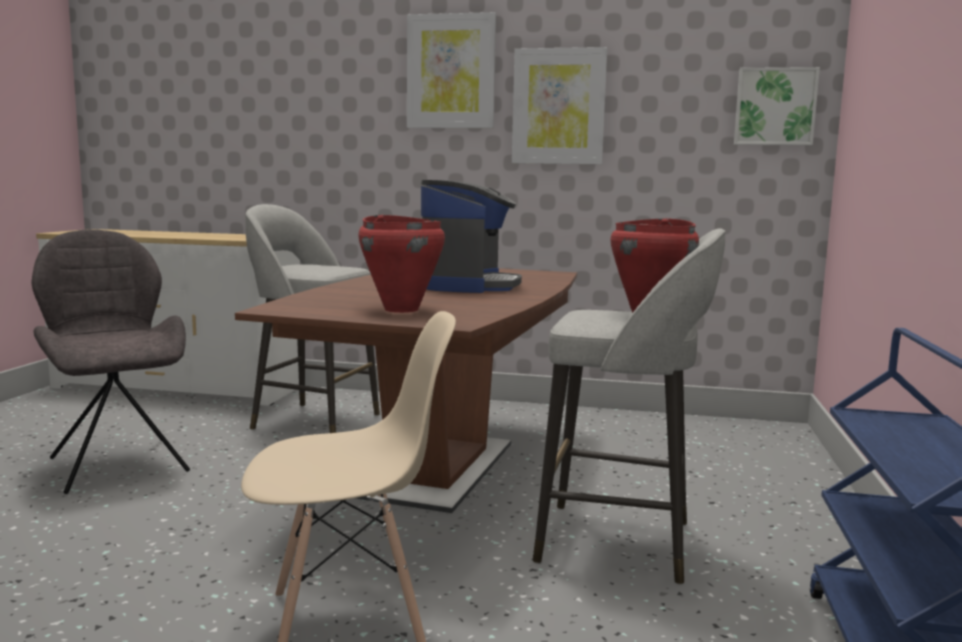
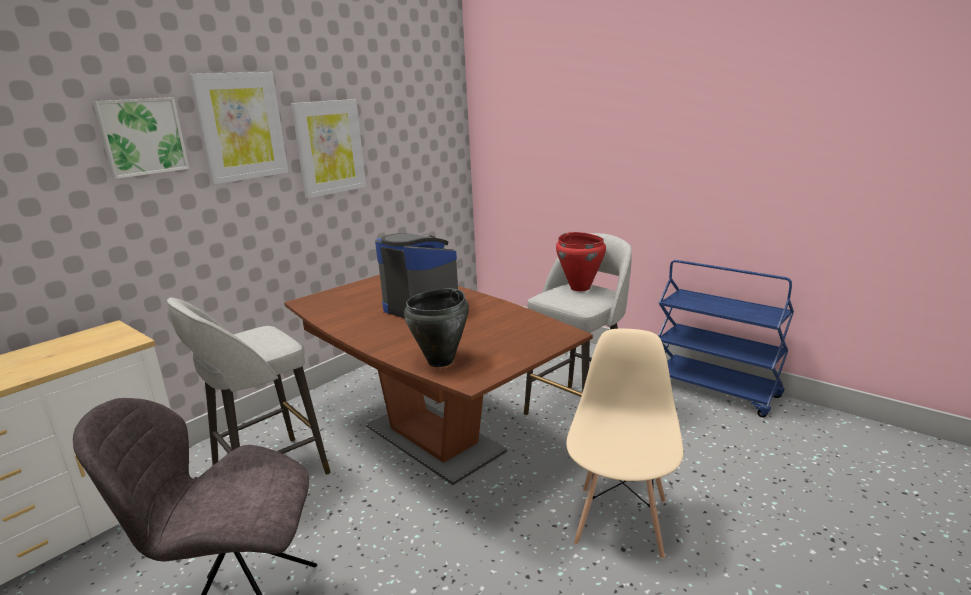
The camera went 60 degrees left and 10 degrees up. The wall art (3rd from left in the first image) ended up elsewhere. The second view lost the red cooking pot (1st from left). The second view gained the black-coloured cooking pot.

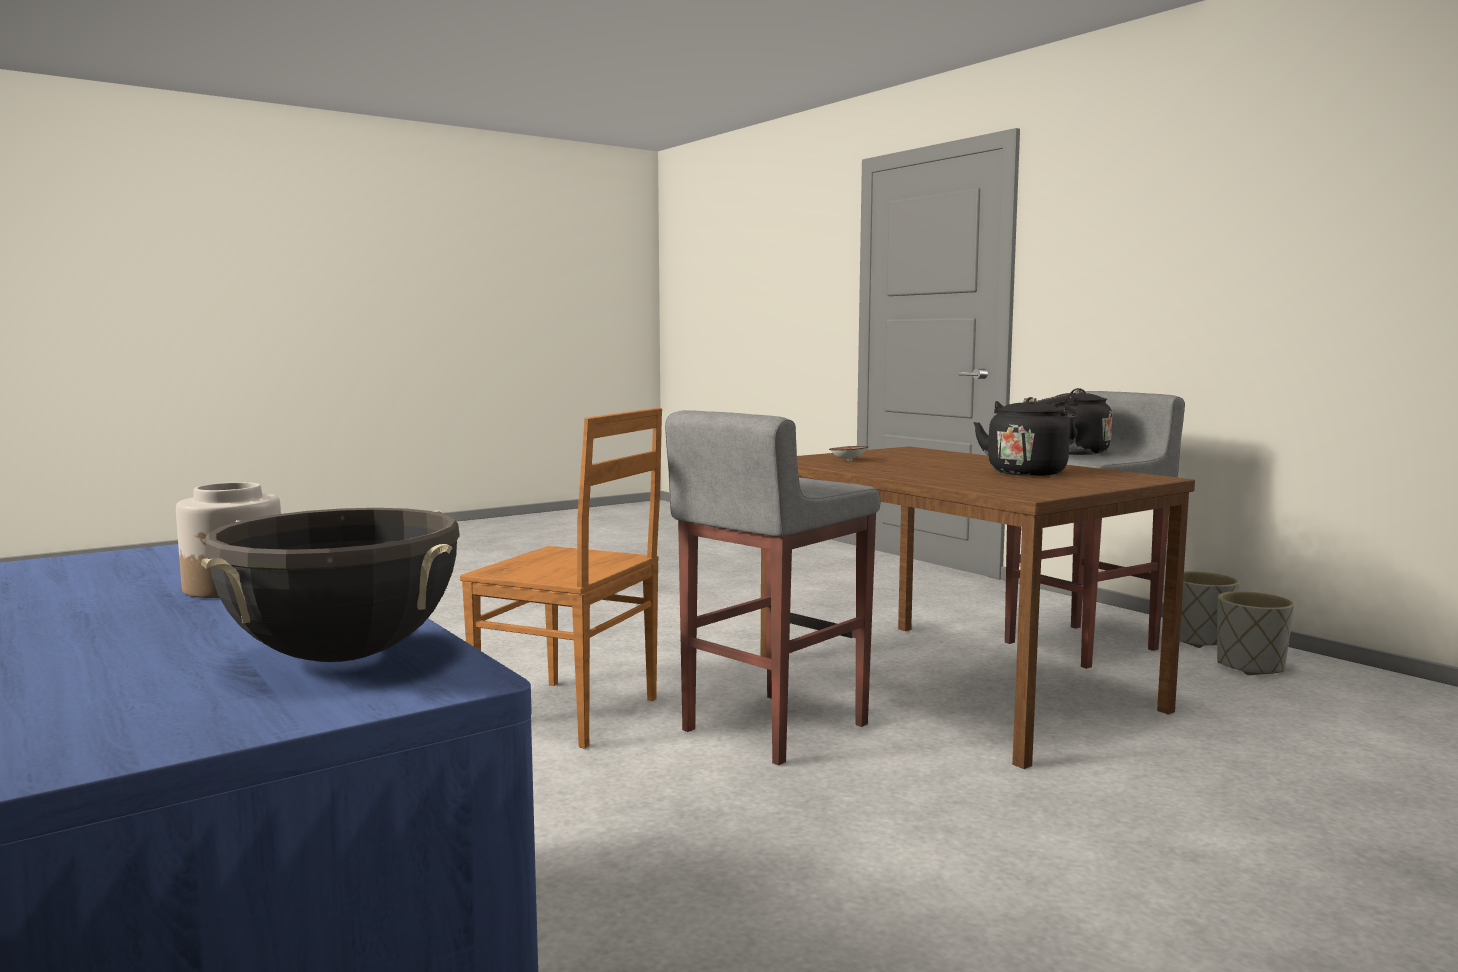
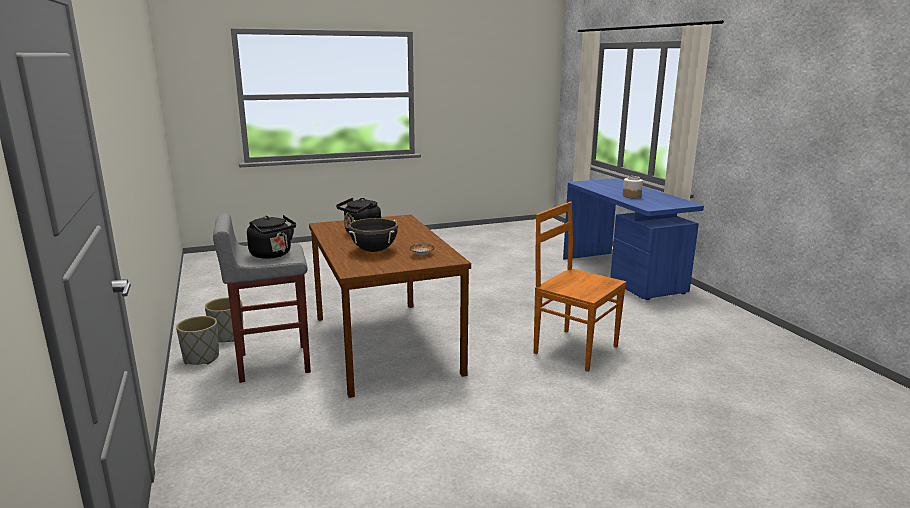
The camera went 165 degrees left and 10 degrees up. The second view lost the grey sitting stool (1st from left). The black-coloured cooking pot ended up elsewhere.

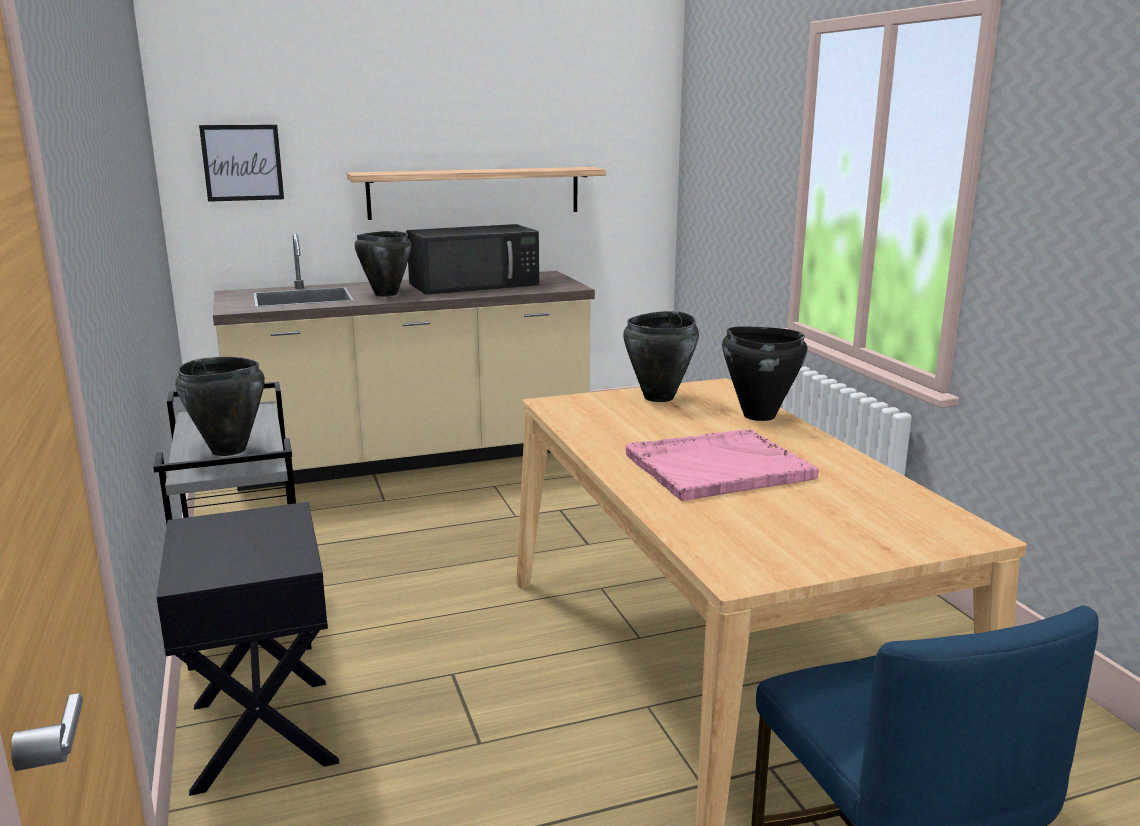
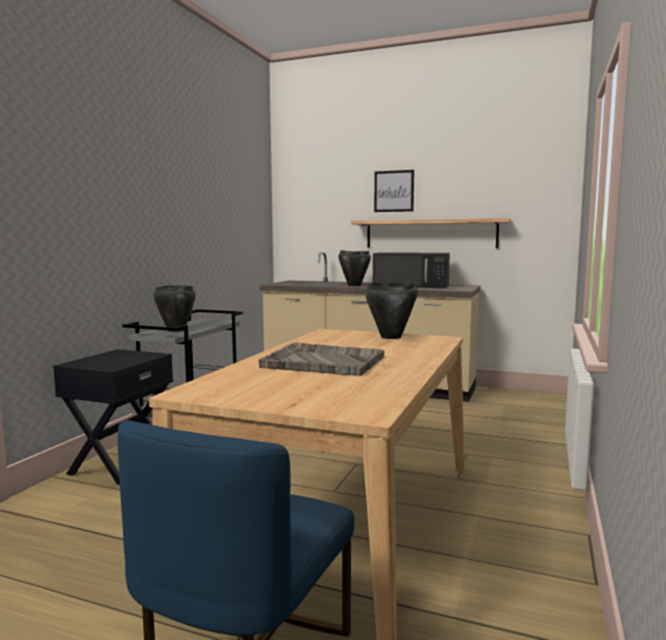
The camera went 40 degrees right and 10 degrees down. The wall art ended up elsewhere. The second view lost the black-coloured cooking pot (4th from left). What was the pinkish tray turned into the grey tray.

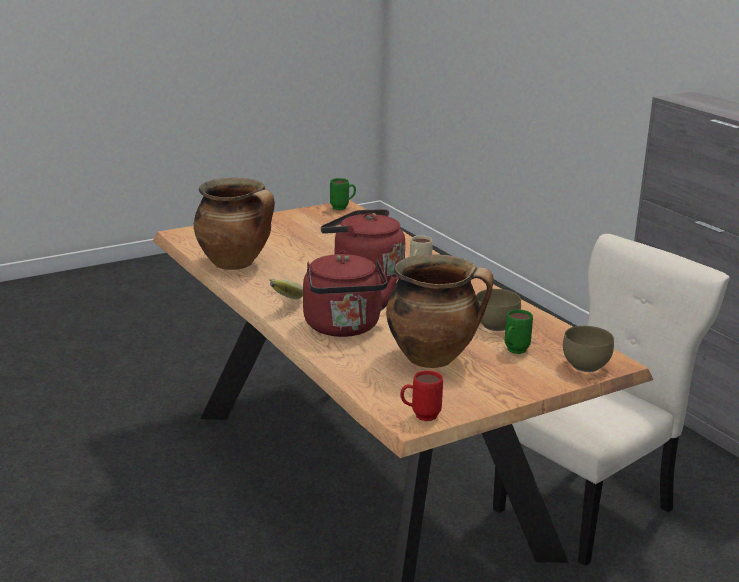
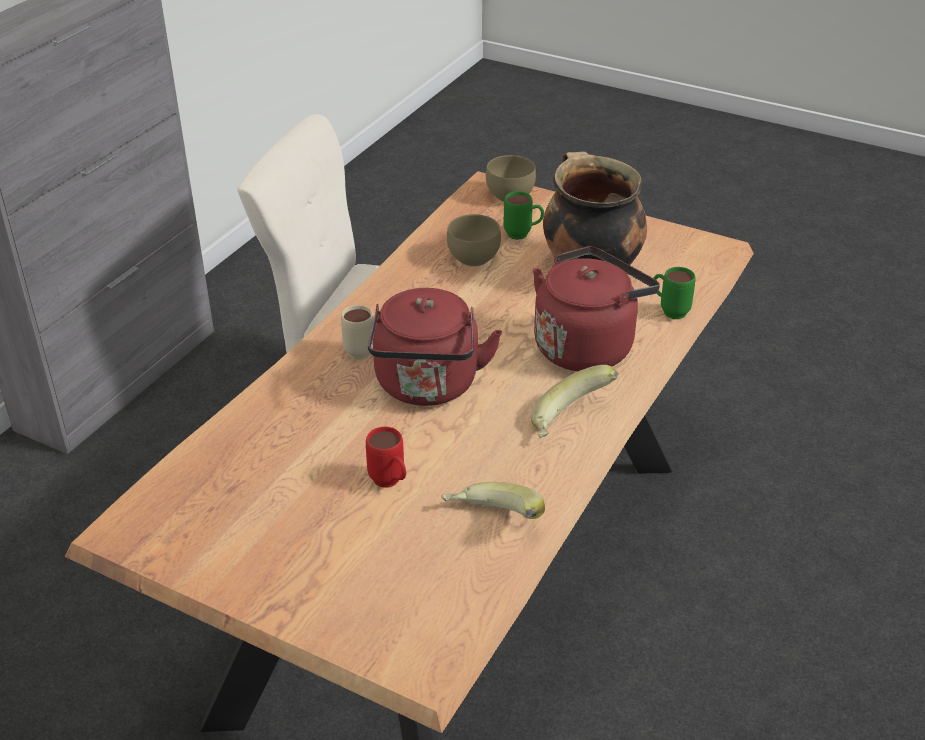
The camera went 120 degrees left and 15 degrees up. Where the cooking pot (1st from left) stood, the banana fruit (1st from left) came to stand. The greenish mug (1st from left in the first image) ended up elsewhere. The red mug ended up elsewhere.

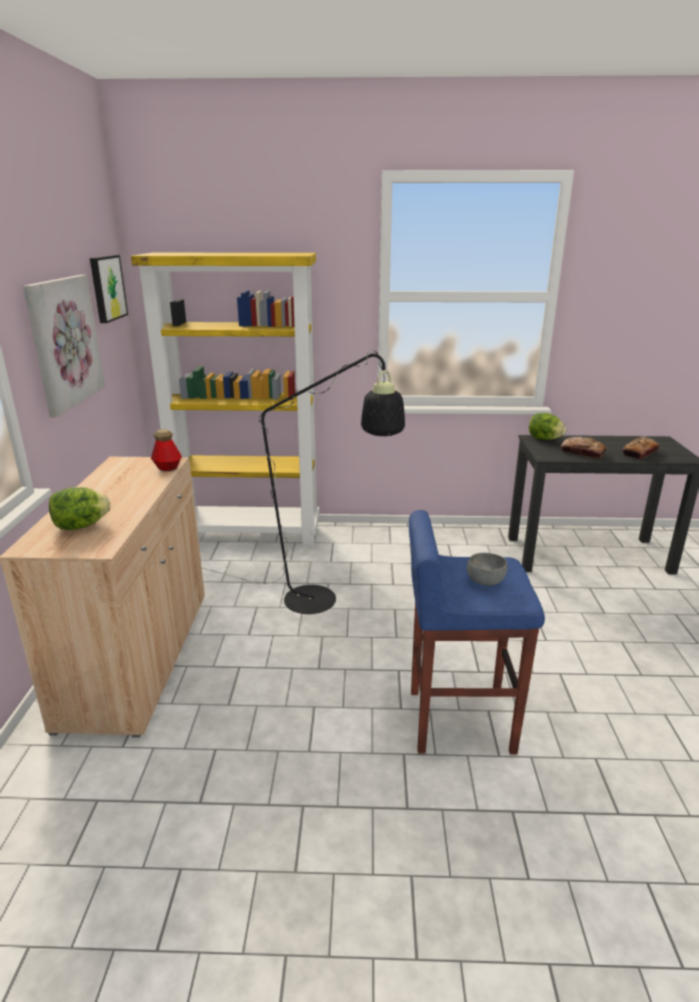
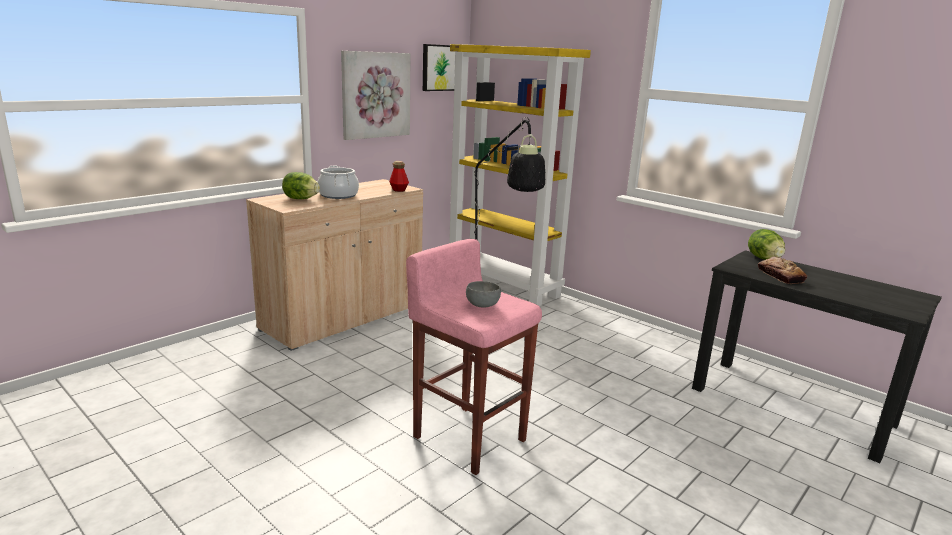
The camera went 40 degrees right and 5 degrees down. The second view lost the bakery bread (2nd from left). What was the blue-coloured sitting stool turned into the pinkish sitting stool. The second view gained the cooking pot.

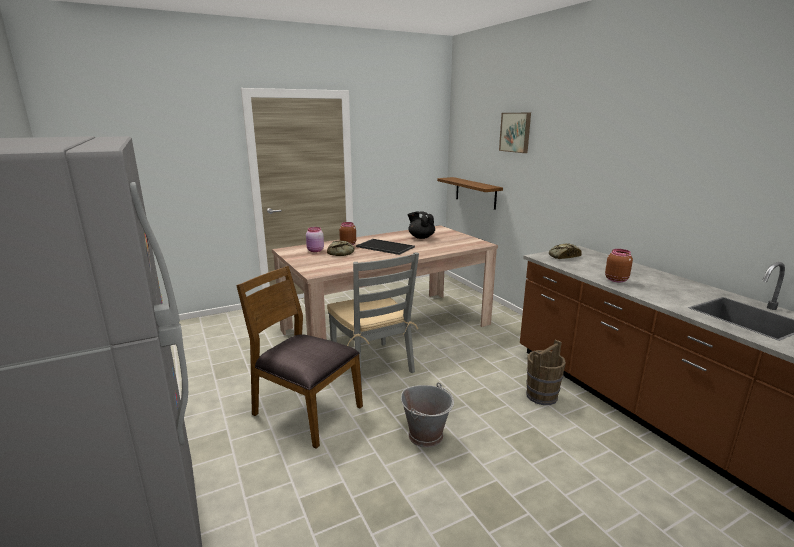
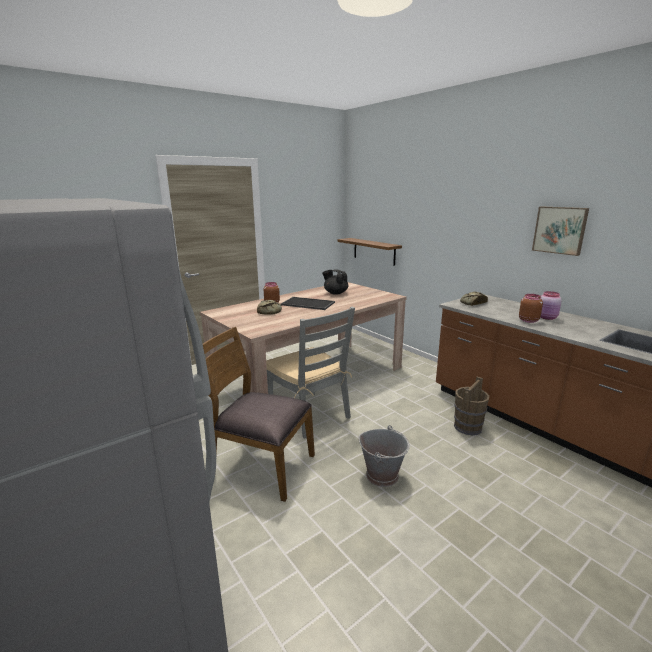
The camera went 10 degrees left and 0 degrees up. The wall art ended up elsewhere. The pinkish jar ended up elsewhere.

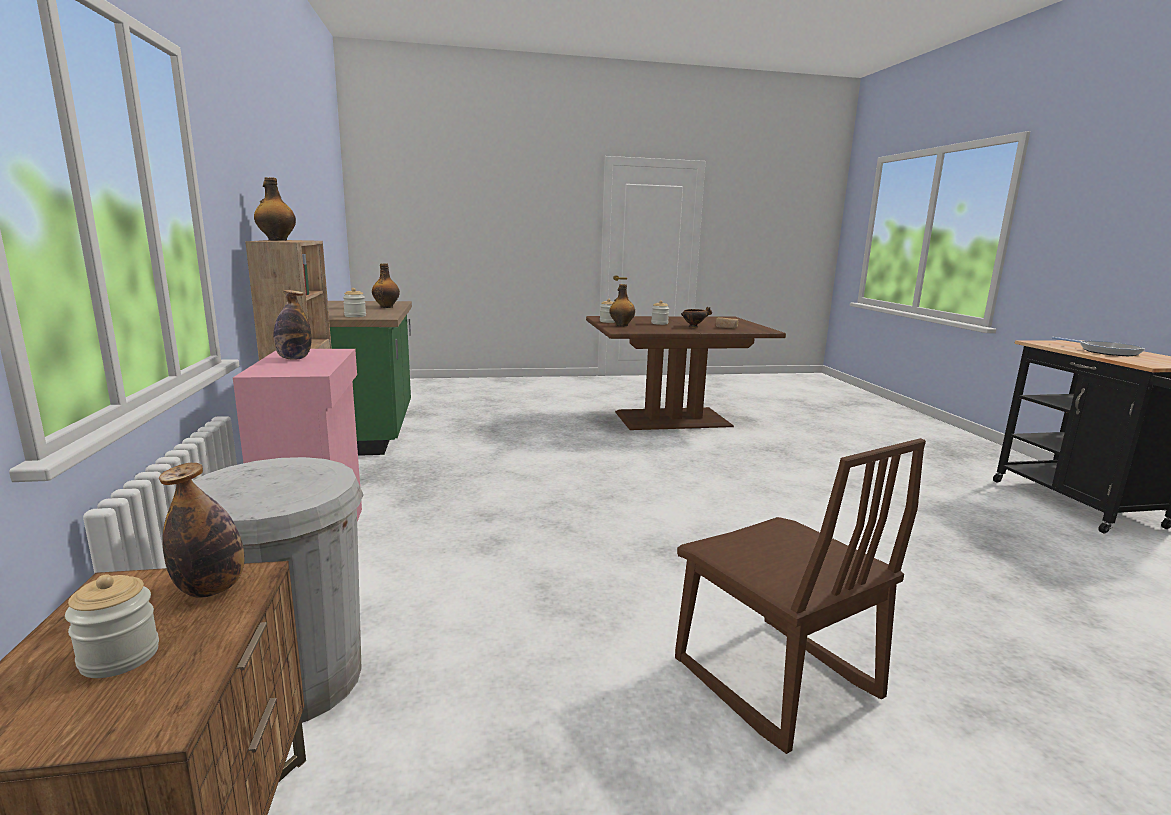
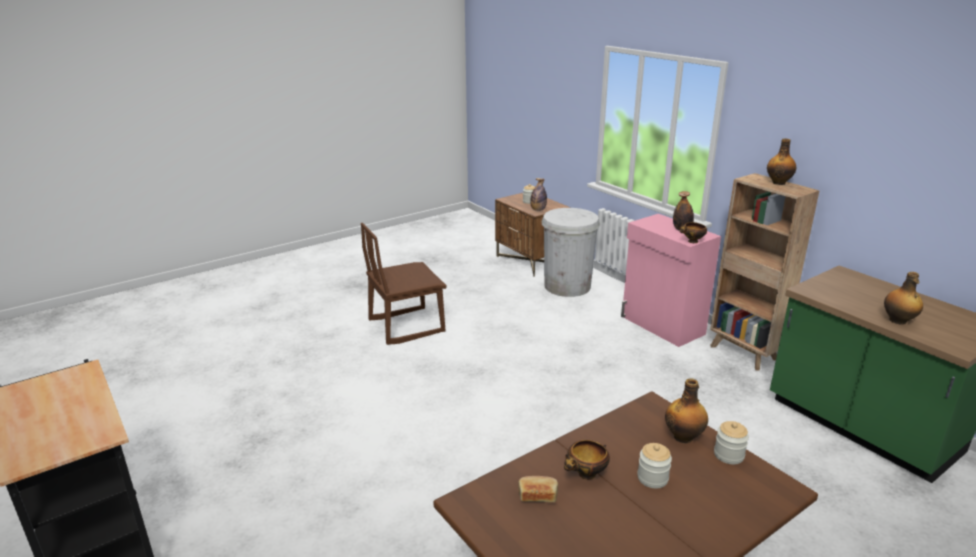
The camera went 155 degrees right and 10 degrees up. The second view lost the jar (2nd from left). The second view lost the frying pan. The brown upright chair ended up facing another way, 60 degrees counterclockwise from before. The second view gained the bowl (2nd from left).

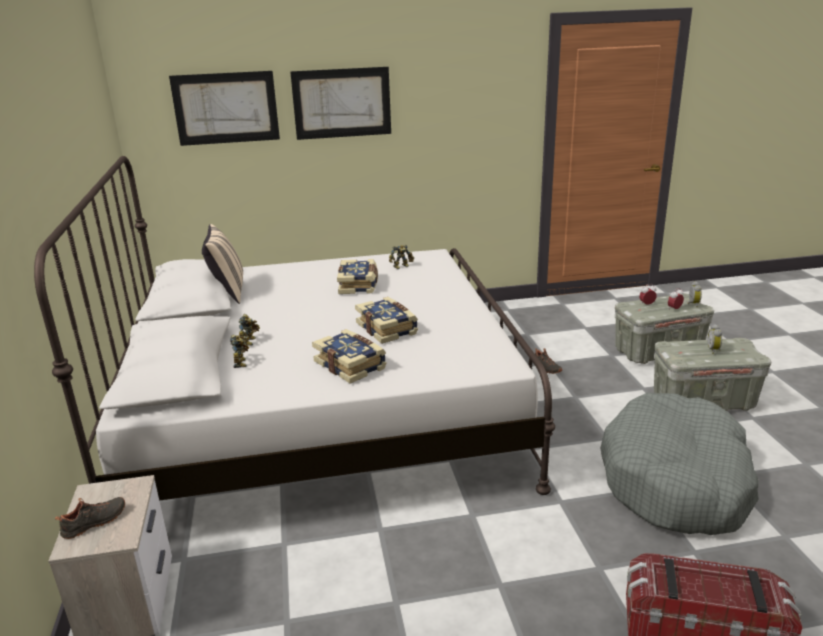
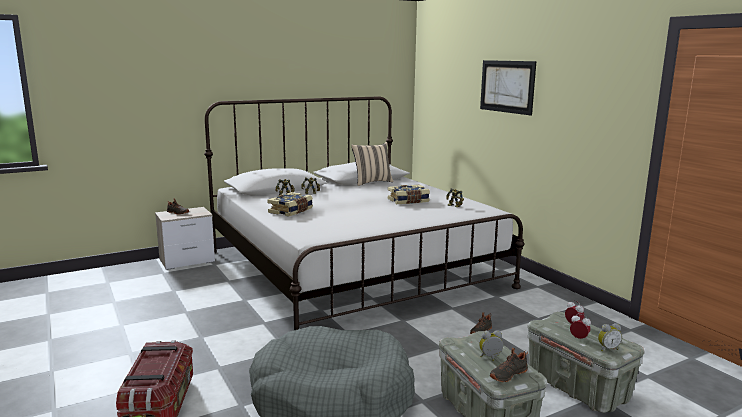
The camera went 70 degrees right and 10 degrees down. The second view lost the wall art (1st from left). The second view lost the bound book (3rd from left). The second view gained the black-coloured item of footwear (3rd from left).

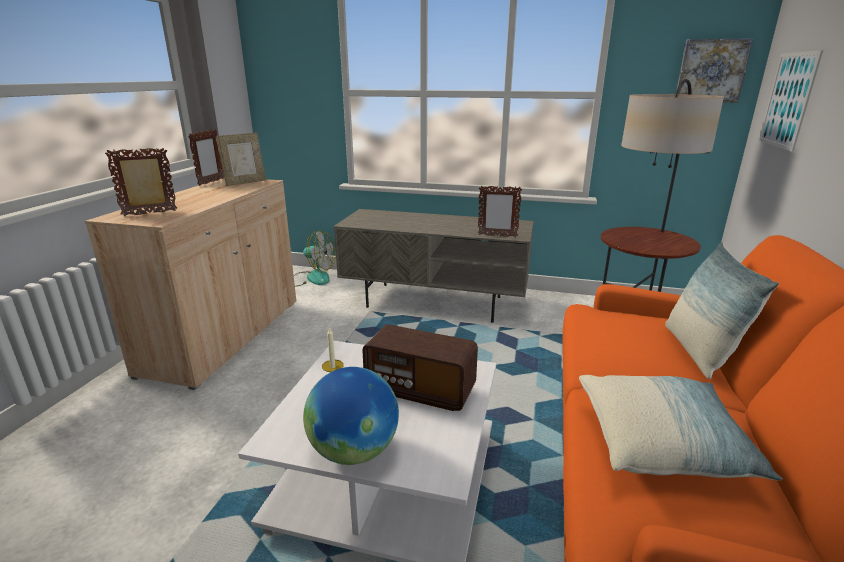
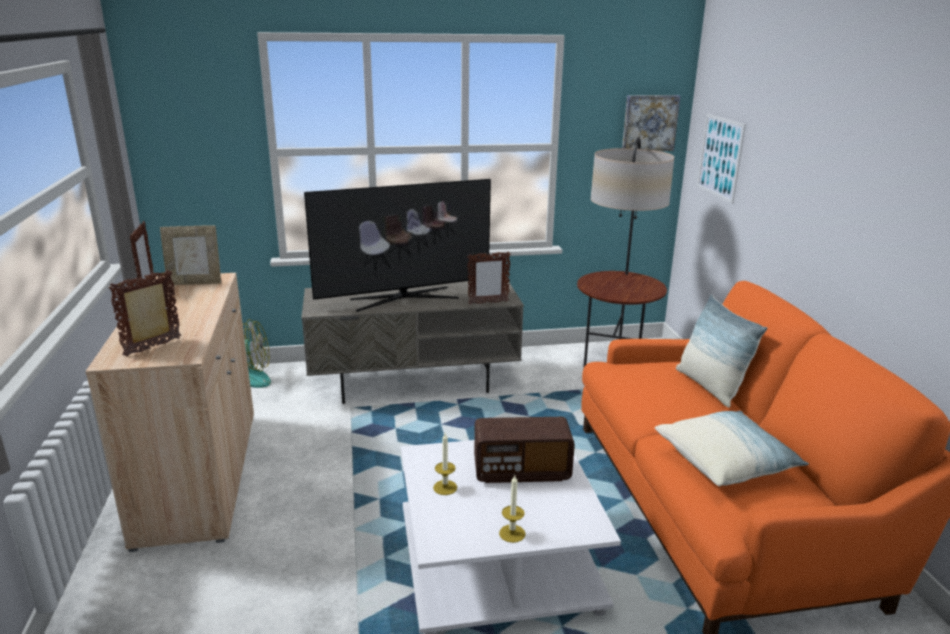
The camera went 25 degrees left and 0 degrees up. The photo frame (3rd from left) ended up facing another way, 60 degrees clockwise from before. Where the world globe stood, the wax light (2nd from left) came to stand. The second view gained the TV.

